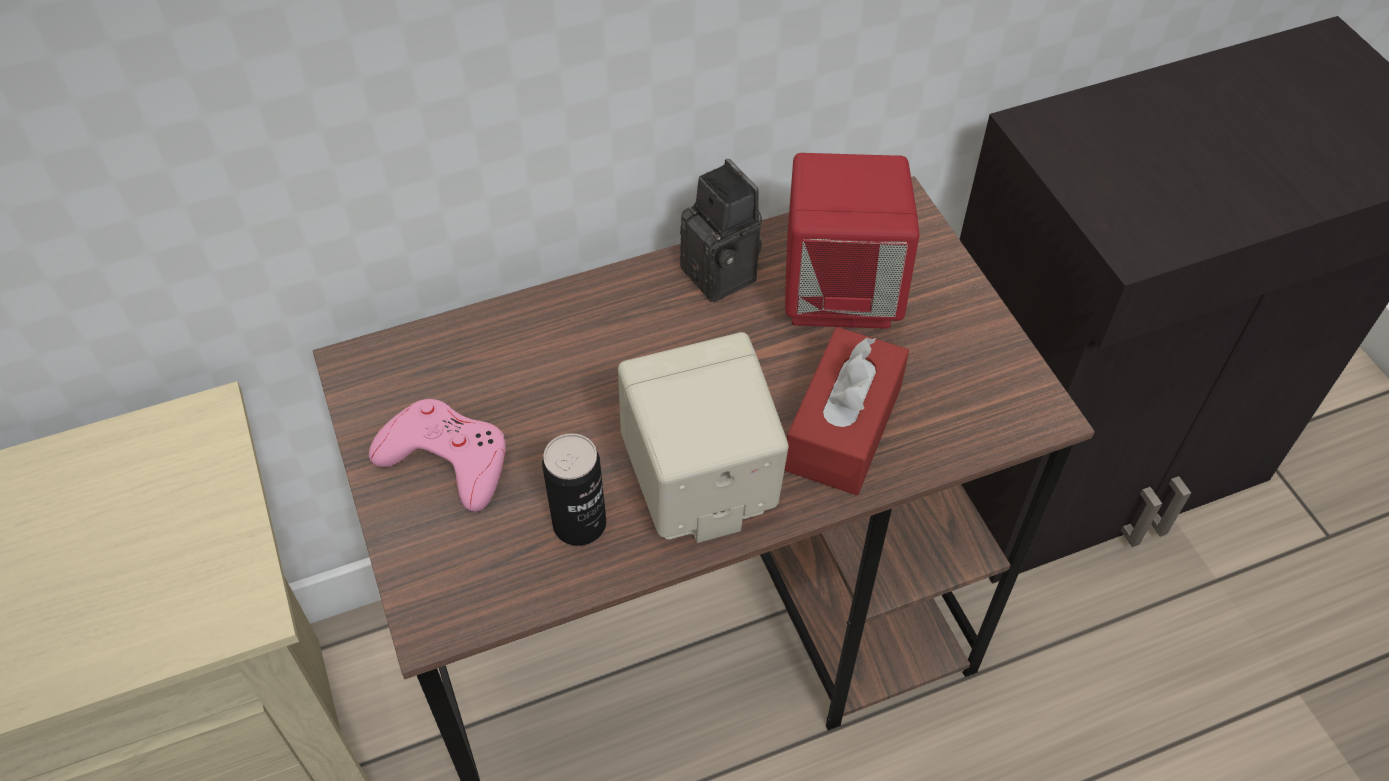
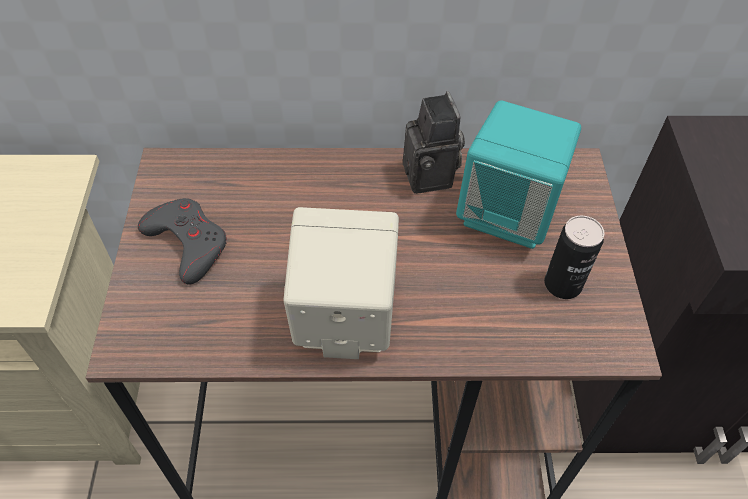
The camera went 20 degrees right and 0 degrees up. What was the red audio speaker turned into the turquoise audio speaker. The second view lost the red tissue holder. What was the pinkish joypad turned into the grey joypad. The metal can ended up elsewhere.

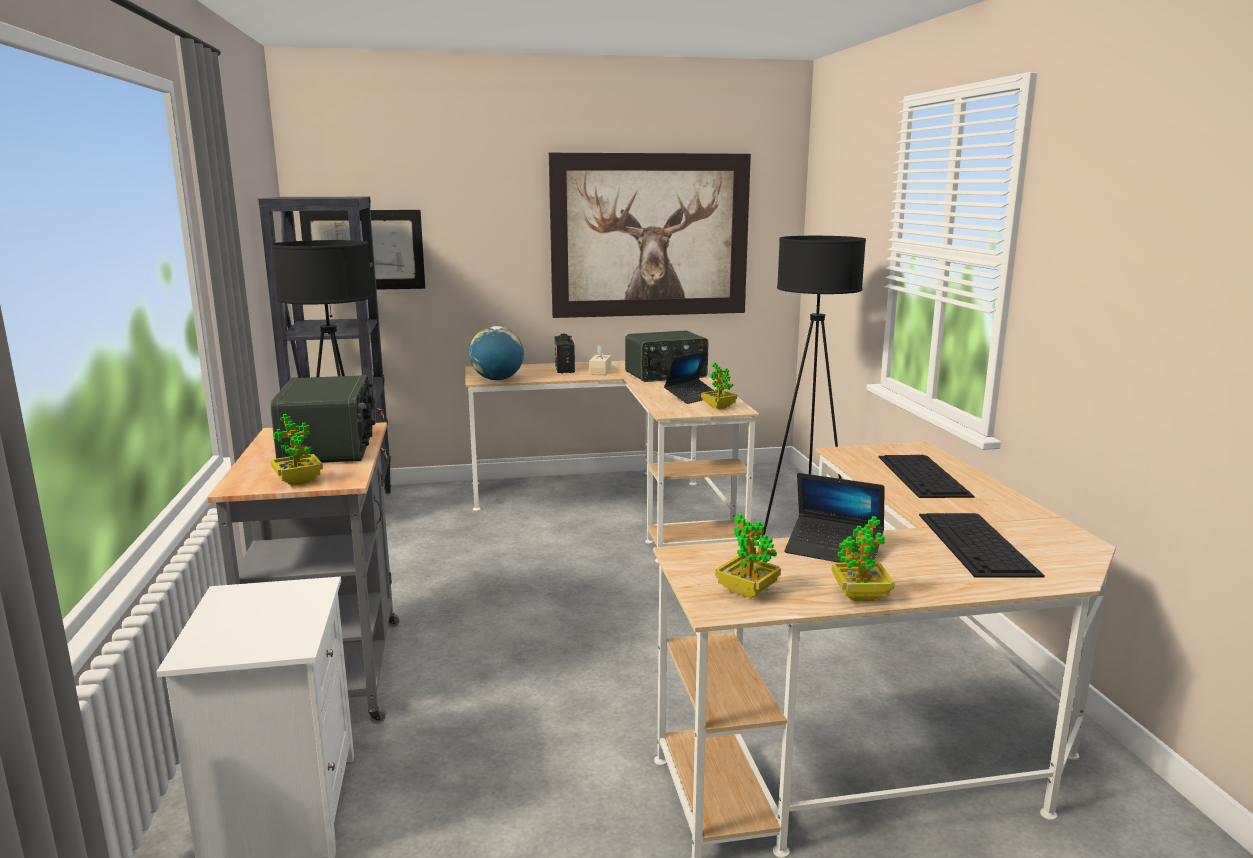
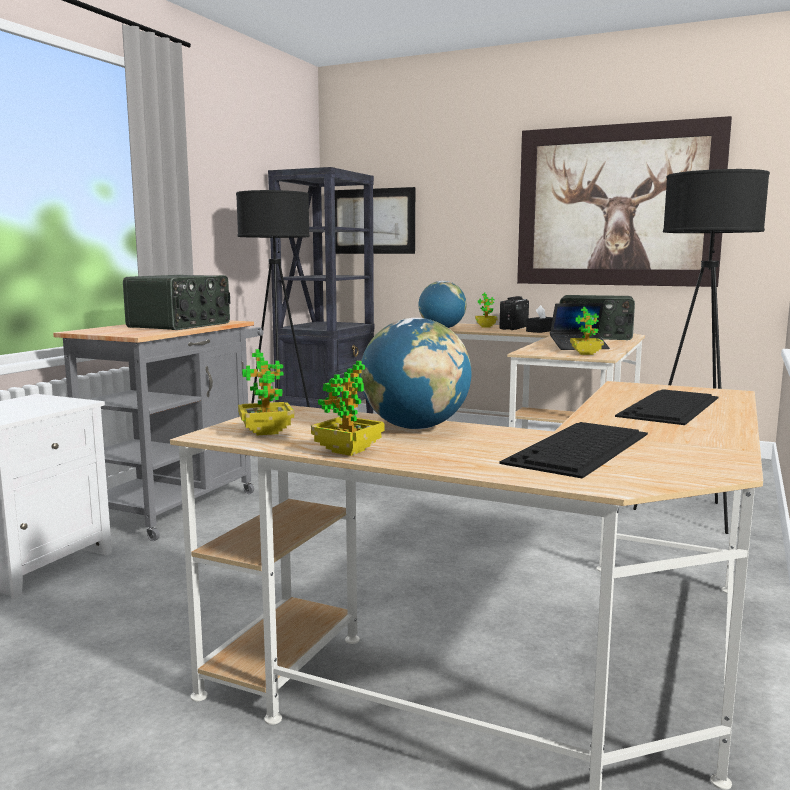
The camera went 35 degrees right and 5 degrees down. What was the beige-coloured tissue holder turned into the black-coloured tissue holder. The potted plant (1st from left in the first image) ended up elsewhere. Where the portable computer (2nd from left) stood, the world globe (1st from left) came to stand.

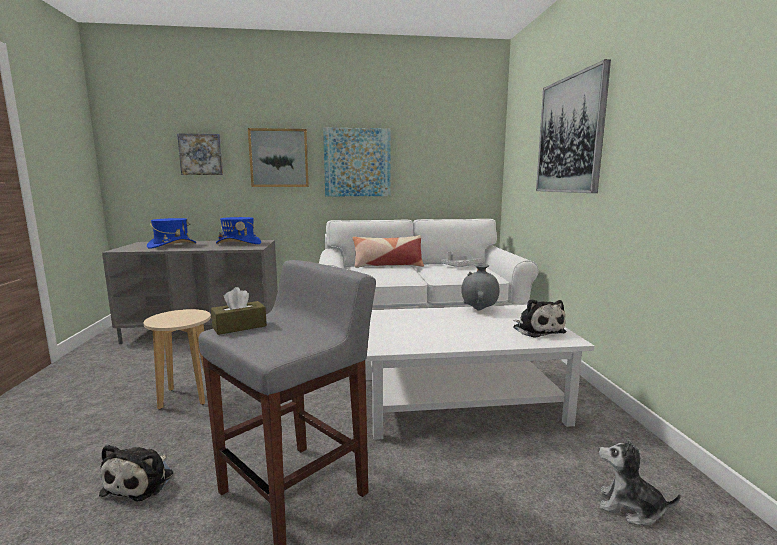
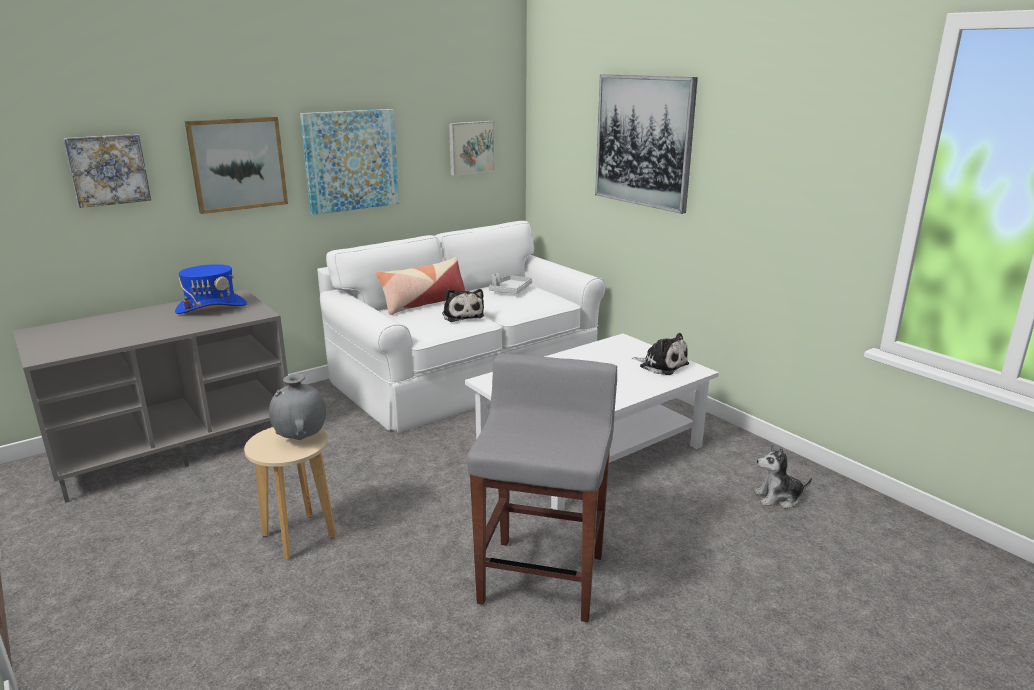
The camera went 30 degrees left and 10 degrees up. The second view lost the blue-coloured clothing hat (1st from left). The grey decorative vase ended up elsewhere. The second view lost the brown tissue holder. The cuddly toy (1st from left) ended up elsewhere. The second view gained the wall art (4th from left).

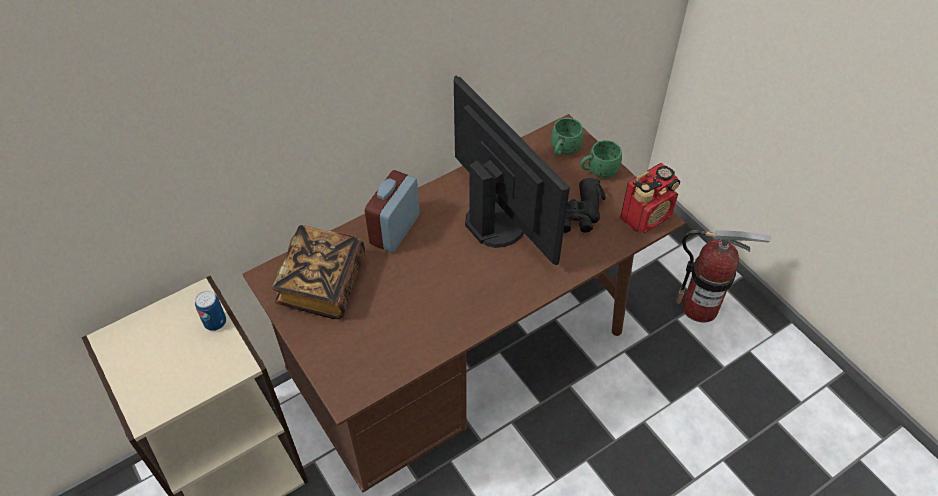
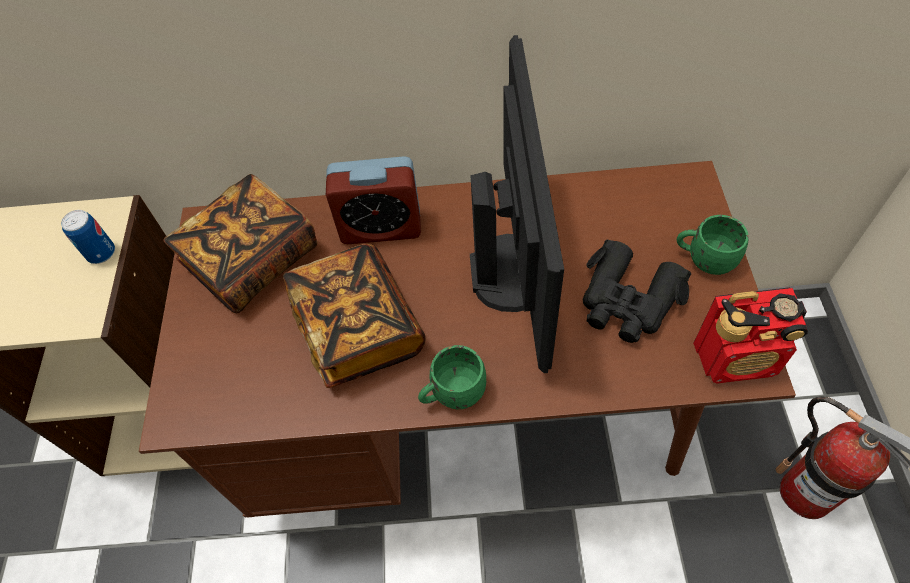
The camera went 35 degrees right and 5 degrees up. The greenish mug (1st from left) ended up elsewhere. The bedside clock ended up facing another way, 150 degrees counterclockwise from before. The second view gained the bound book (2nd from left).

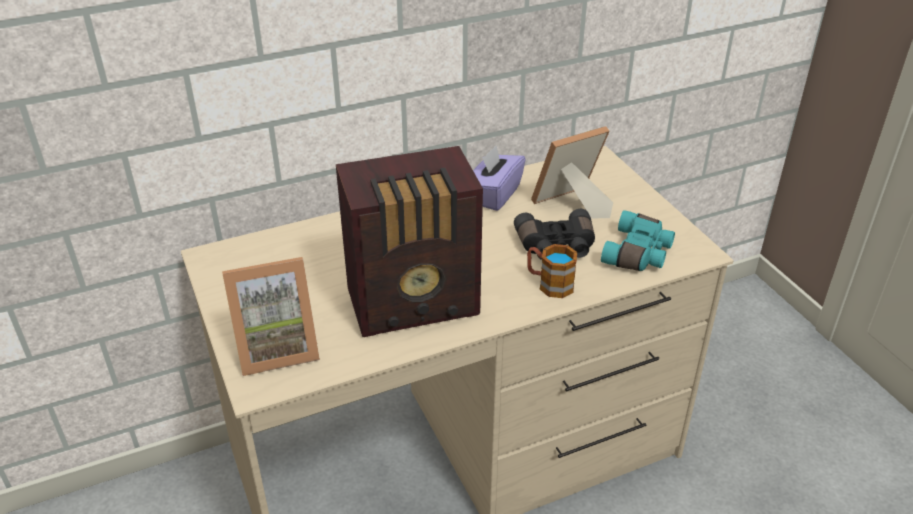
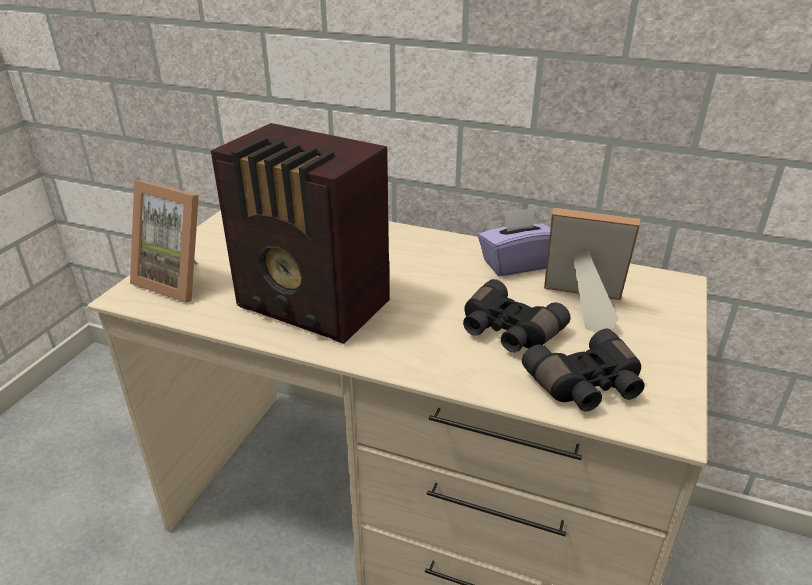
The camera went 45 degrees right and 5 degrees down. What was the turquoise binoculars turned into the black-coloured binoculars (2nd from left). The second view lost the mug.

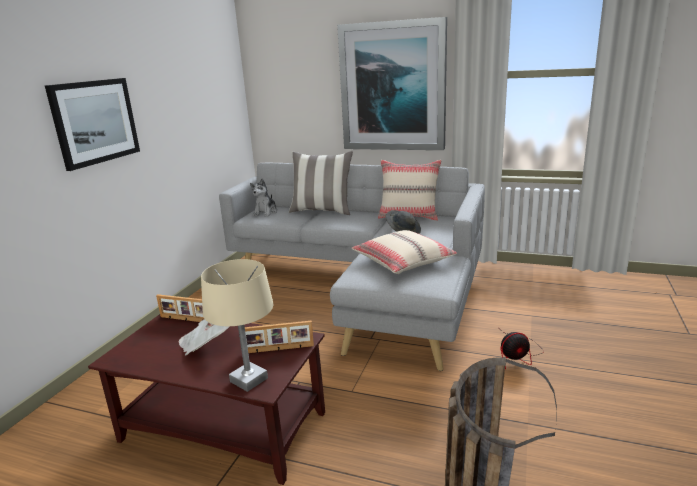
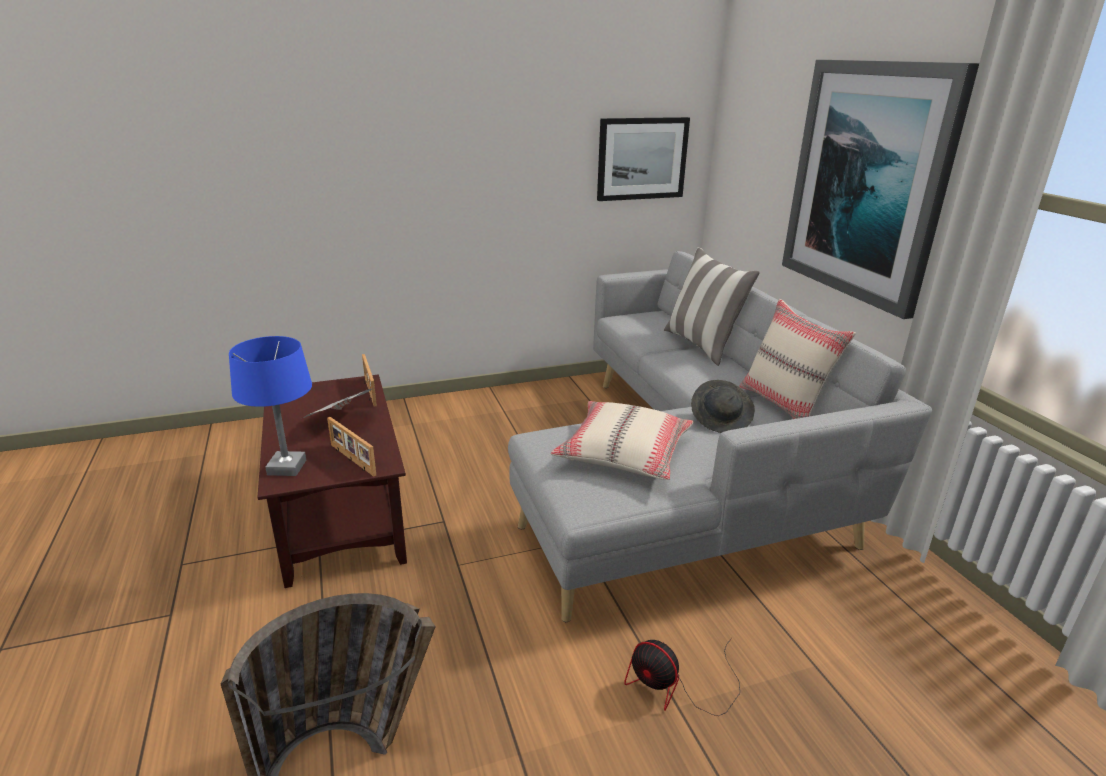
The camera went 50 degrees right and 5 degrees up. The wall art (1st from left) ended up elsewhere. The second view lost the cuddly toy. What was the beige-coloured tabletop lamp turned into the blue-coloured tabletop lamp.

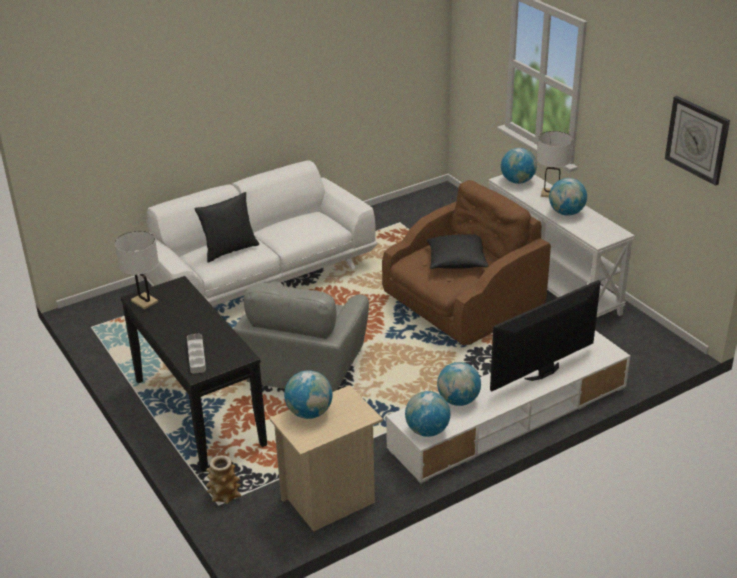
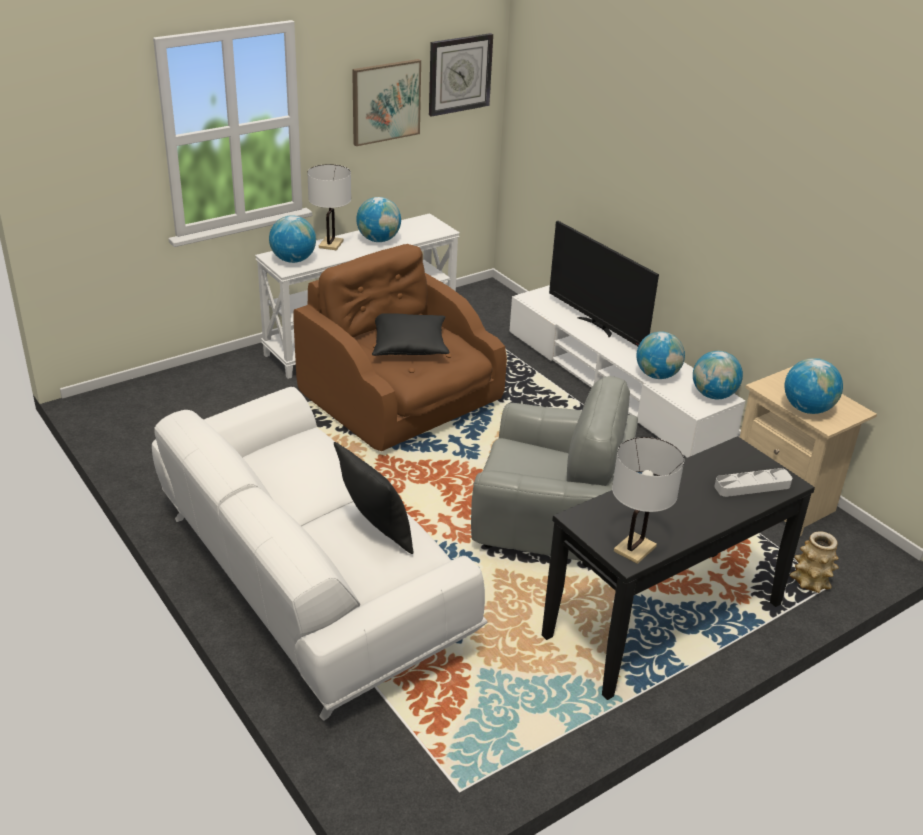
The camera went 95 degrees left and 0 degrees up. The second view gained the wall art.

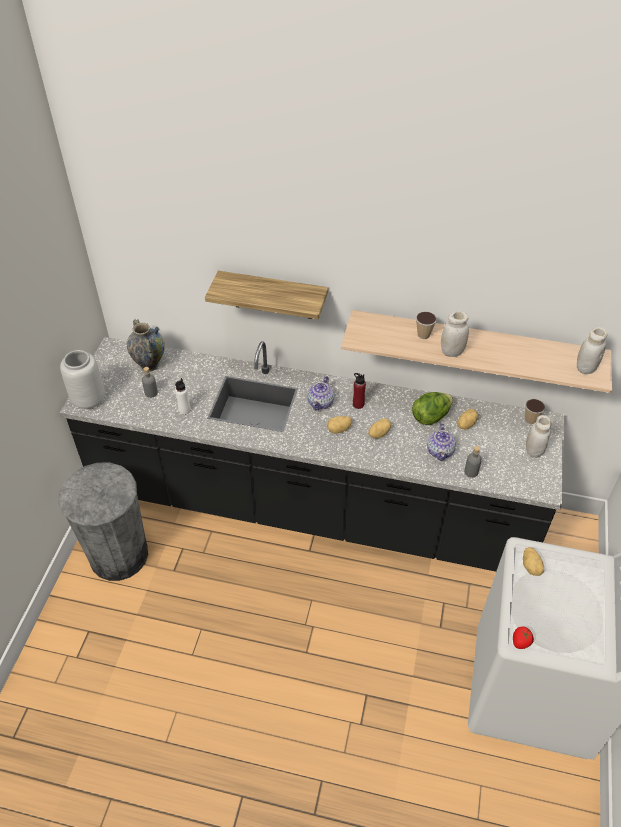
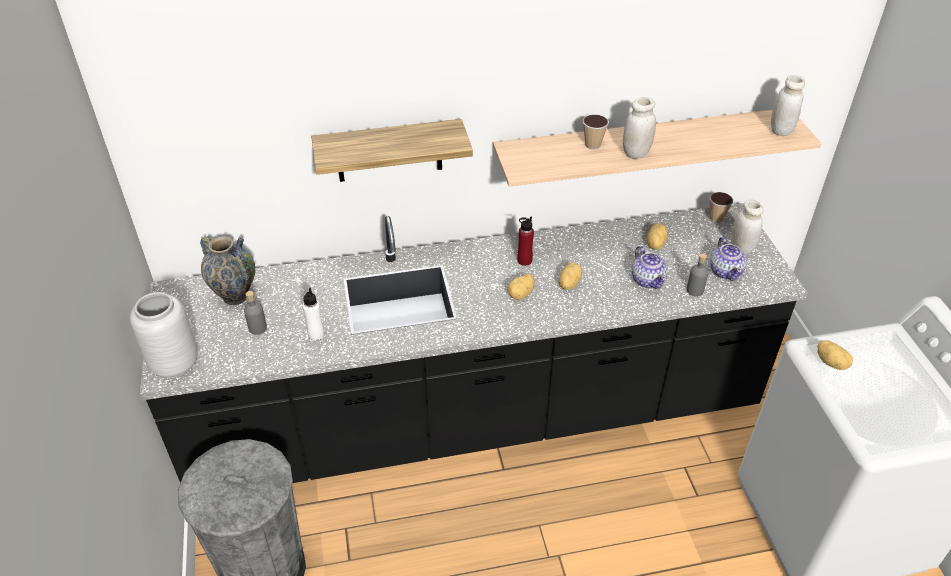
The camera went 25 degrees left and 5 degrees down. The teapot (1st from left in the first image) ended up elsewhere. The second view lost the head of lettuce. The second view lost the tomato.

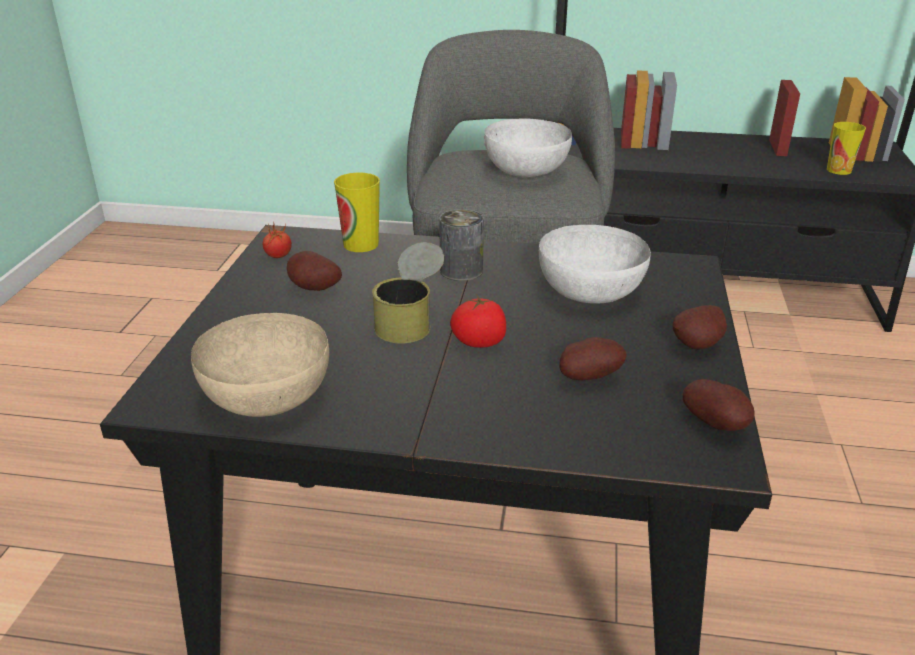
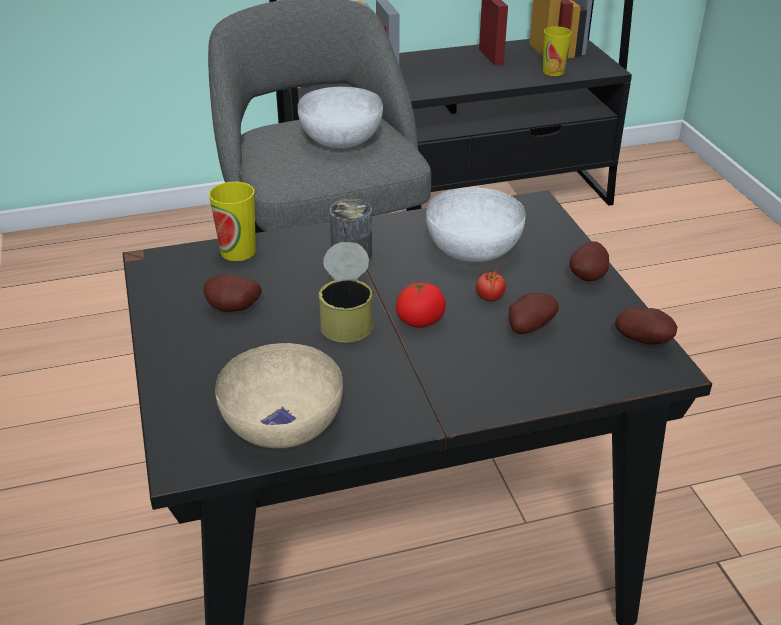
The camera went 25 degrees left and 5 degrees up. The tomato (1st from left in the first image) ended up elsewhere.

